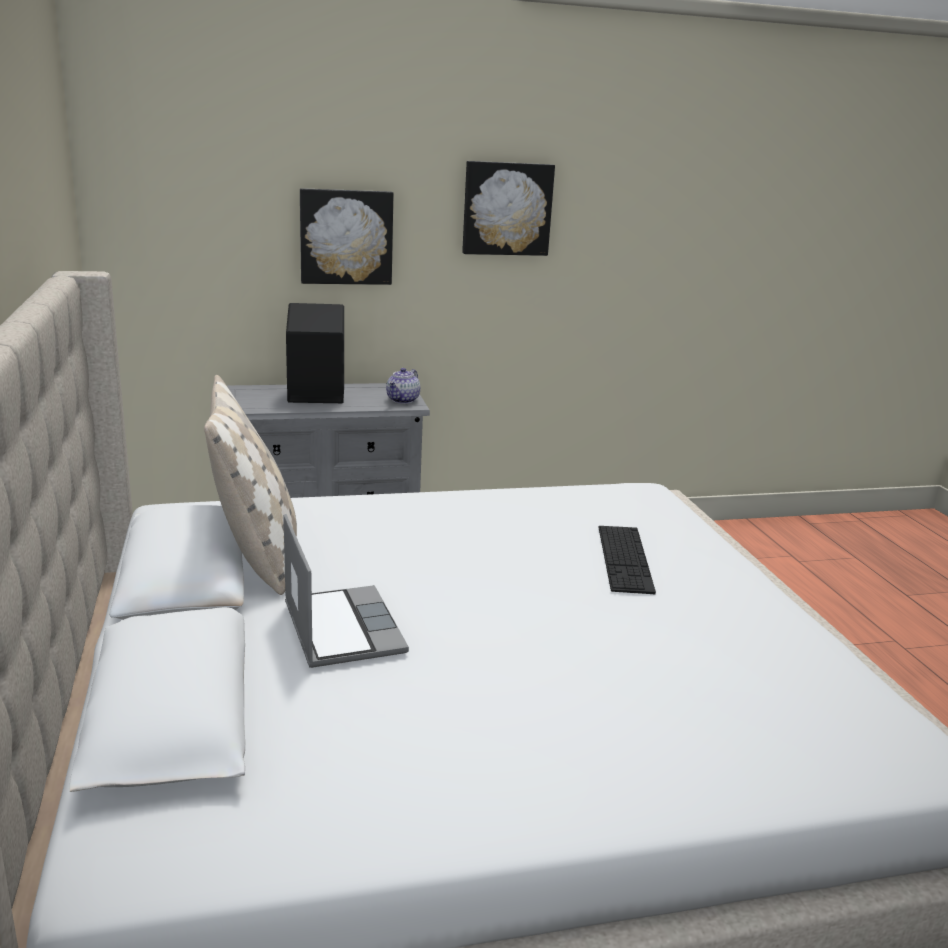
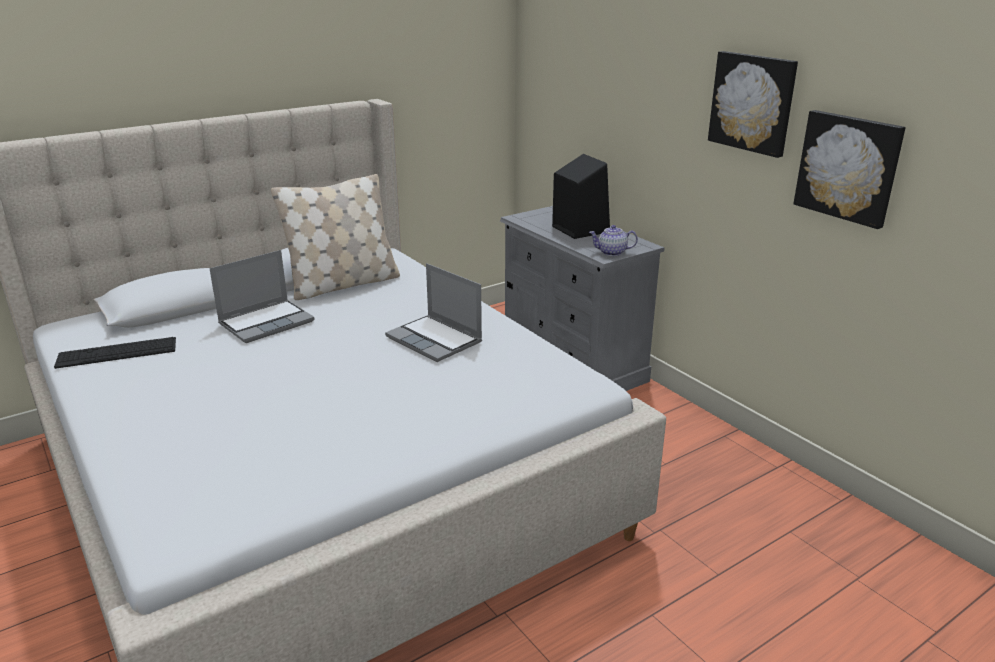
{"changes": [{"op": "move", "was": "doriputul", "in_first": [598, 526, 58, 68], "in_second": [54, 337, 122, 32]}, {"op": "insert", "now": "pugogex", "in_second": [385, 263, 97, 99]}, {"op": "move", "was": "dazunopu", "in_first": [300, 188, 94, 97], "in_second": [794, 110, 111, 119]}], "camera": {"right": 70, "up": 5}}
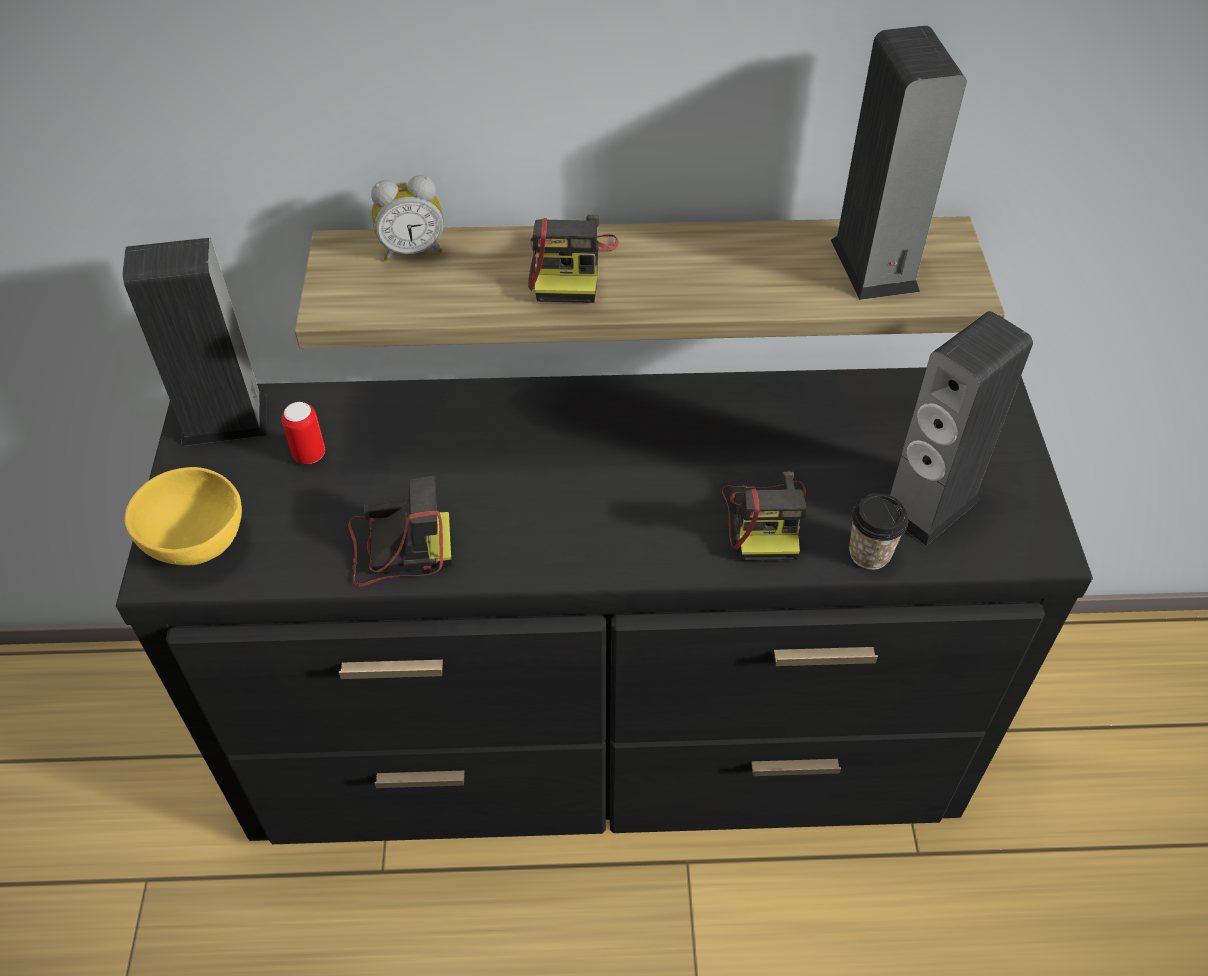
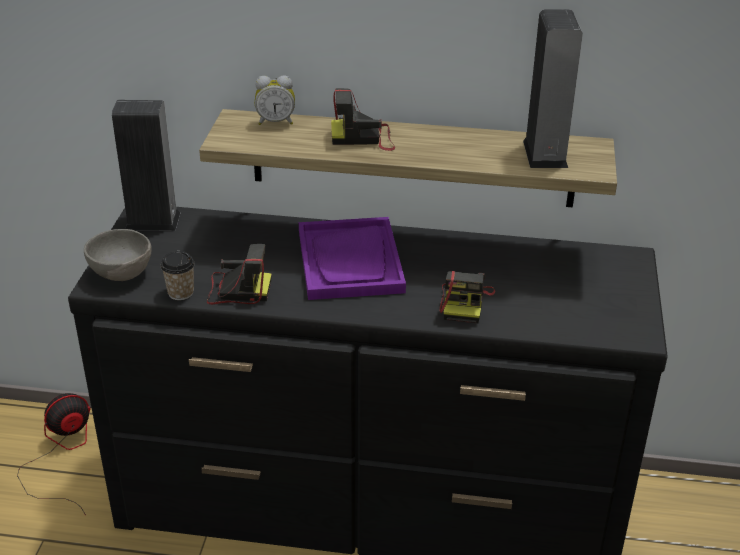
{"changes": [{"op": "insert", "now": "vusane", "in_second": [17, 393, 74, 122]}, {"op": "recolor", "was": "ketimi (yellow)", "now": "ketimi (grey)", "in_first": [125, 467, 117, 98], "in_second": [84, 229, 67, 52]}, {"op": "move", "was": "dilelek", "in_first": [849, 493, 59, 77], "in_second": [161, 251, 34, 49]}, {"op": "insert", "now": "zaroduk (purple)", "in_second": [299, 217, 107, 83]}, {"op": "rotate", "was": "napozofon", "in_first": [528, 215, 91, 88], "in_second": [331, 88, 64, 63], "clockwise": 75}, {"op": "delete", "was": "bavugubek", "in_first": [282, 402, 43, 62]}, {"op": "delete", "was": "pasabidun", "in_first": [890, 311, 143, 235]}], "camera": {"right": 10, "up": -15}}
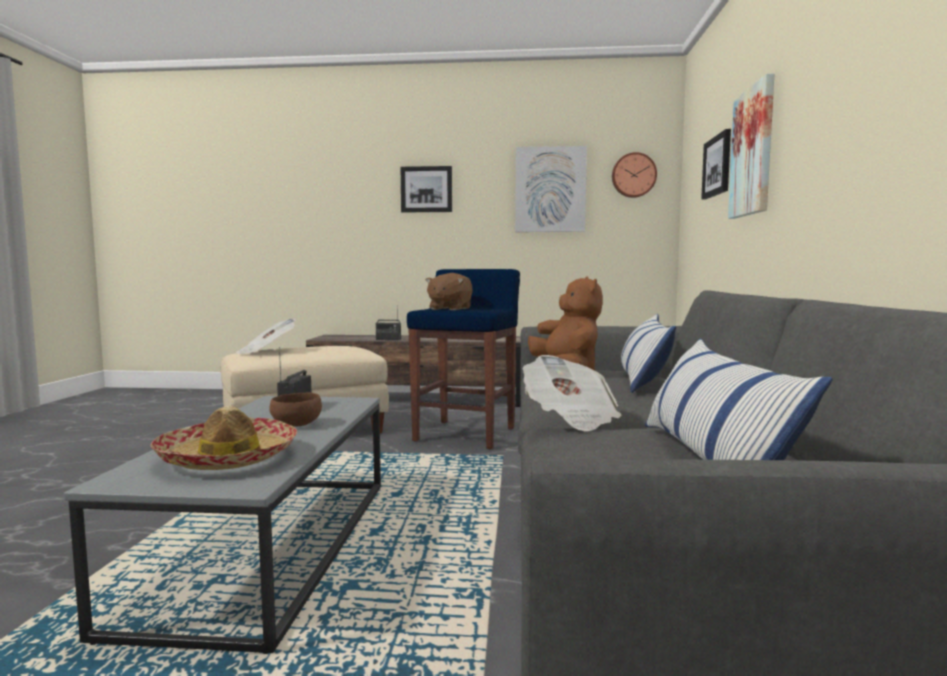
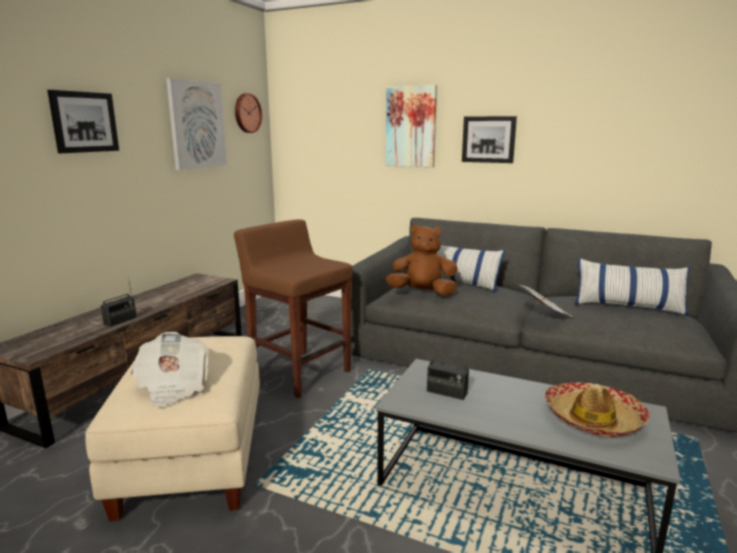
{"changes": [{"op": "recolor", "was": "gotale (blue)", "now": "gotale (brown)", "in_first": [407, 269, 113, 180], "in_second": [234, 219, 119, 179]}, {"op": "move", "was": "dazunopu", "in_first": [701, 129, 30, 71], "in_second": [462, 116, 55, 47]}, {"op": "delete", "was": "ketimi (brown)", "in_first": [269, 393, 53, 33]}, {"op": "delete", "was": "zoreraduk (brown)", "in_first": [425, 273, 48, 37]}], "camera": {"right": -70, "up": 10}}
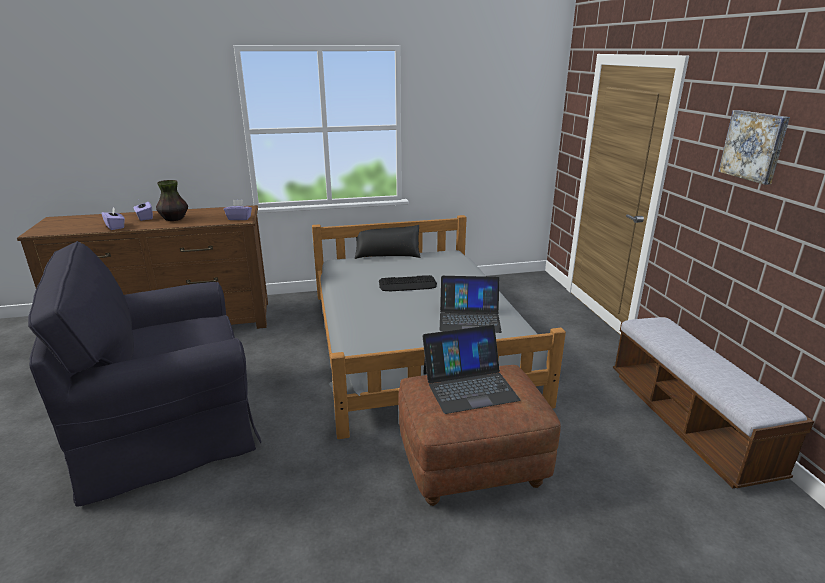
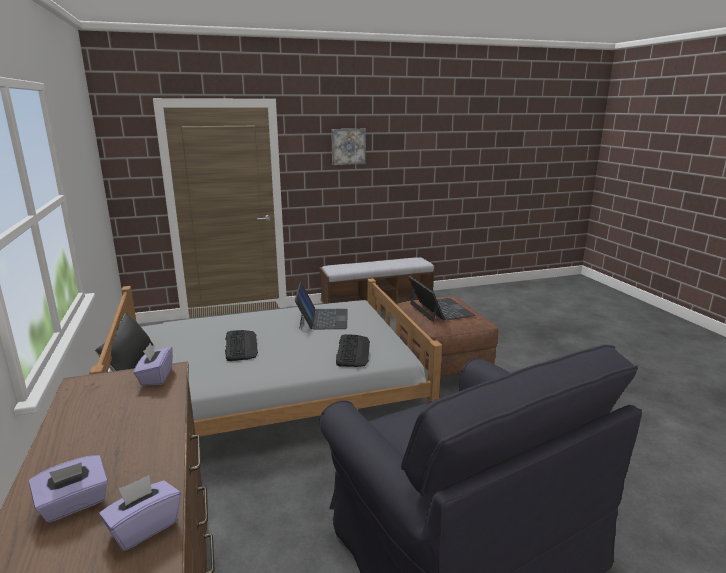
{"changes": [{"op": "insert", "now": "doriputul", "in_second": [336, 334, 34, 33]}, {"op": "delete", "was": "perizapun", "in_first": [156, 180, 32, 41]}], "camera": {"right": -95, "up": -5}}
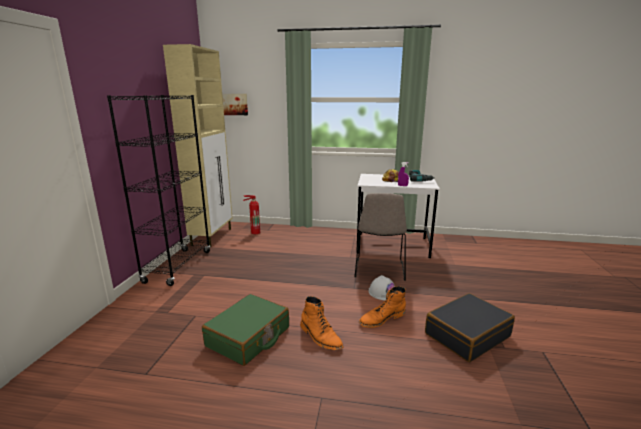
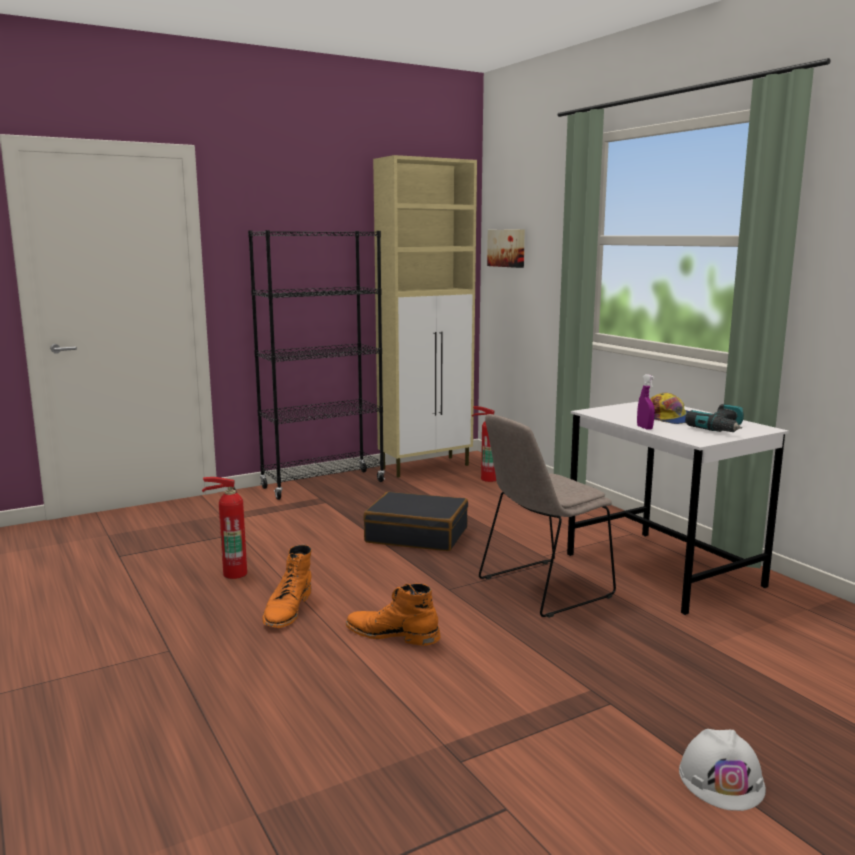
{"changes": [{"op": "replace", "was": "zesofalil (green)", "now": "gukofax", "in_first": [202, 294, 87, 72], "in_second": [202, 477, 45, 102]}, {"op": "move", "was": "zesofalil (black)", "in_first": [425, 293, 90, 69], "in_second": [363, 492, 105, 59]}, {"op": "move", "was": "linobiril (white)", "in_first": [368, 275, 27, 26], "in_second": [679, 729, 87, 82]}], "camera": {"right": 50, "up": -5}}
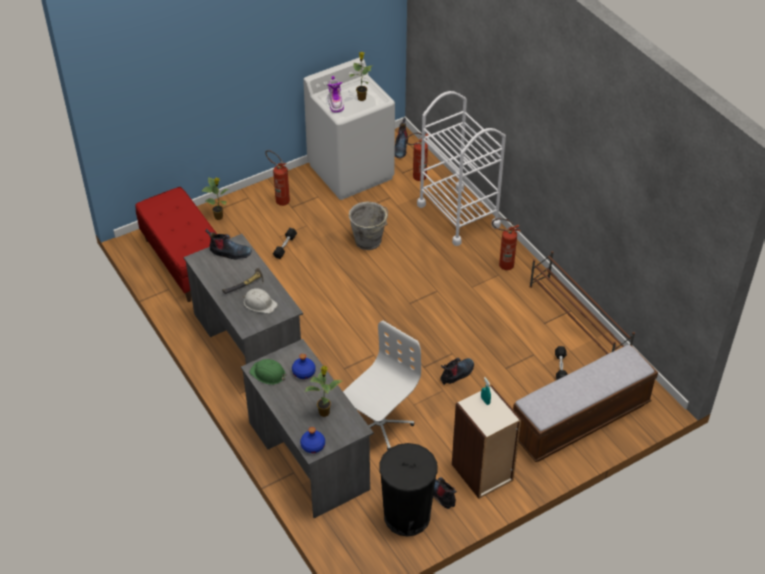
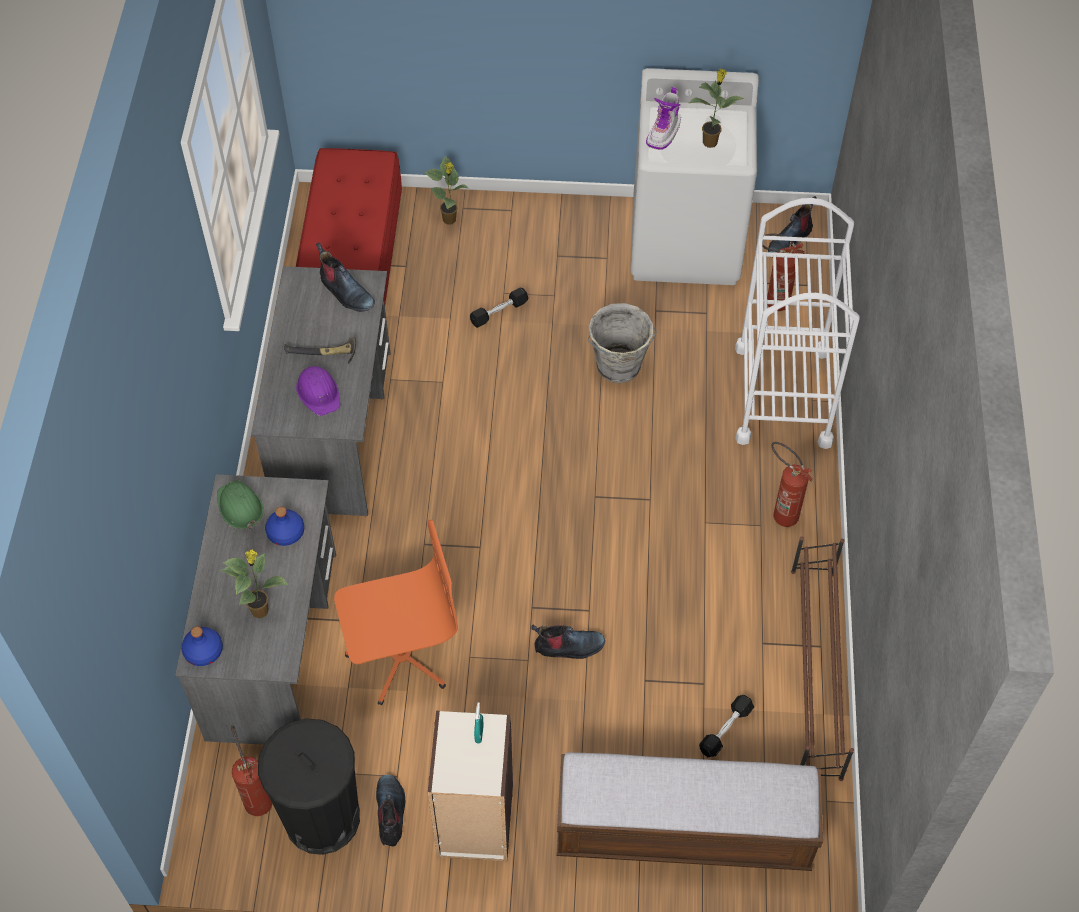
{"changes": [{"op": "move", "was": "gukofax", "in_first": [265, 150, 25, 56], "in_second": [231, 726, 41, 90]}, {"op": "recolor", "was": "linobiril (white)", "now": "linobiril (purple)", "in_first": [242, 288, 36, 25], "in_second": [296, 366, 44, 50]}, {"op": "recolor", "was": "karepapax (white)", "now": "karepapax (orange)", "in_first": [343, 321, 78, 129], "in_second": [334, 520, 124, 185]}], "camera": {"right": 35, "up": 10}}
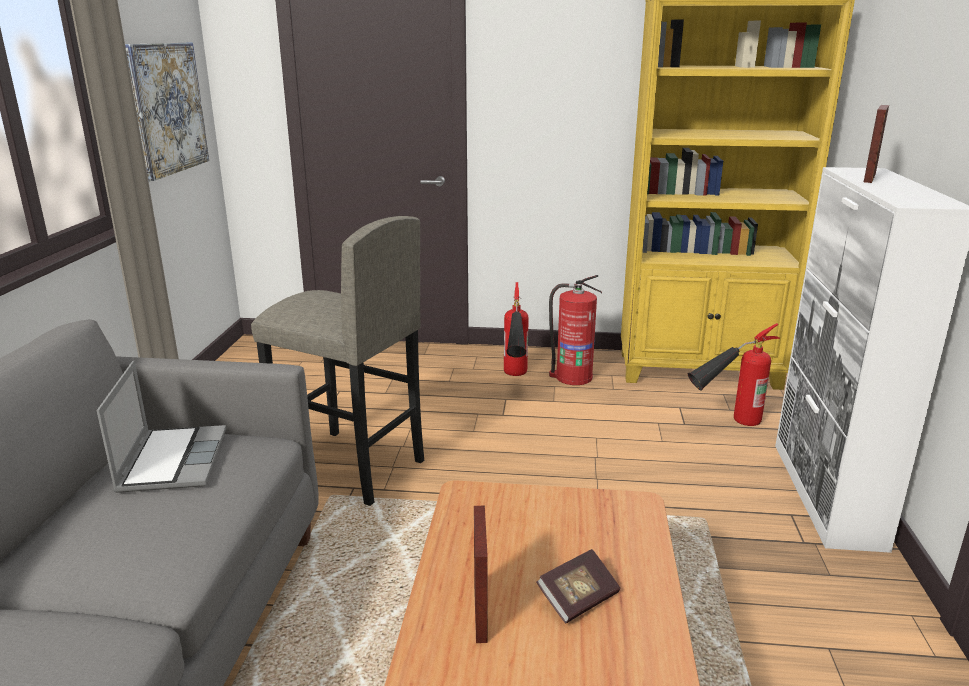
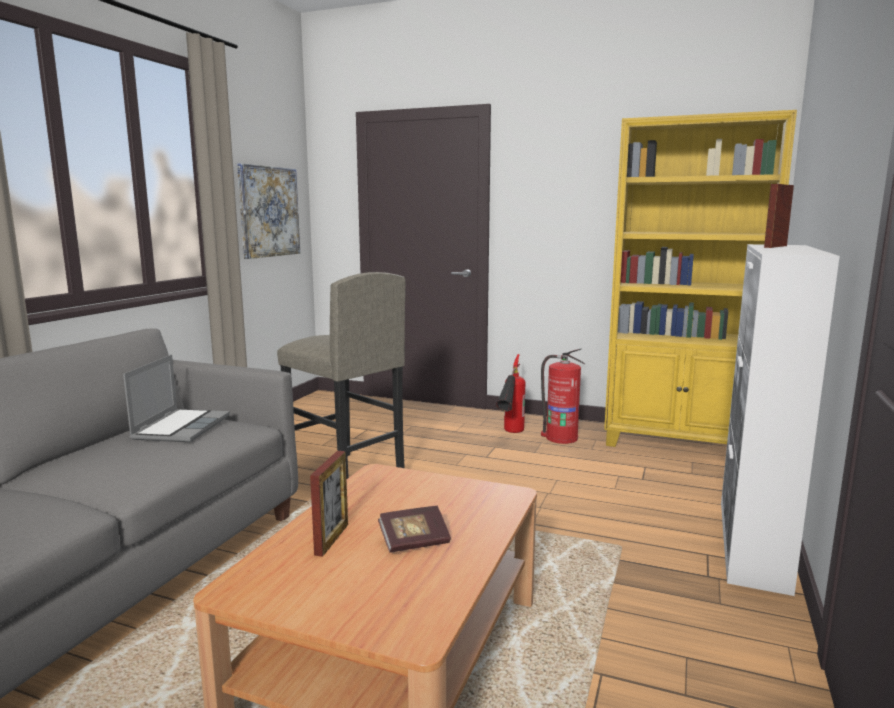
{"changes": [{"op": "delete", "was": "gukofax", "in_first": [688, 323, 92, 103]}], "camera": {"right": 15, "up": -10}}
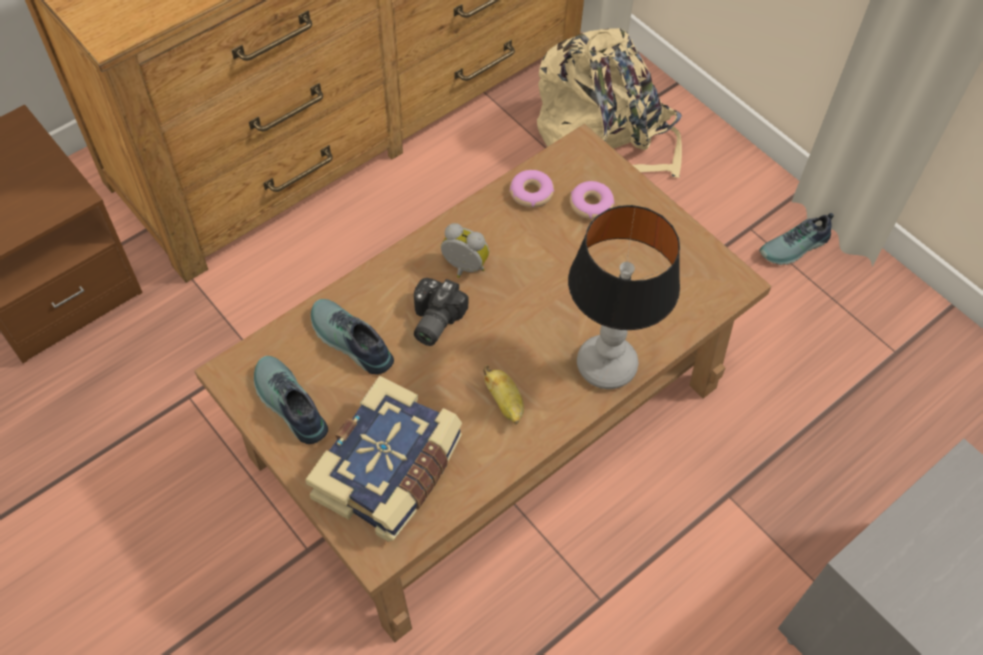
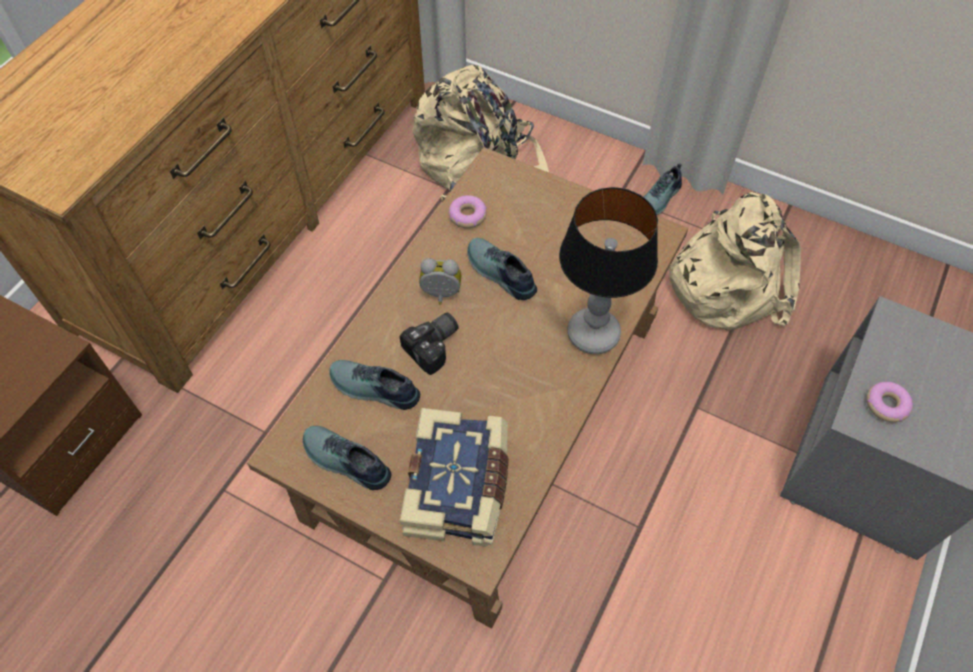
{"changes": [{"op": "rotate", "was": "napozofon", "in_first": [414, 278, 54, 68], "in_second": [400, 312, 59, 63], "clockwise": -135}, {"op": "insert", "now": "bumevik", "in_second": [467, 238, 70, 62]}, {"op": "insert", "now": "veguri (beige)", "in_second": [669, 192, 132, 139]}, {"op": "move", "was": "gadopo", "in_first": [570, 181, 45, 38], "in_second": [866, 382, 47, 40]}, {"op": "delete", "was": "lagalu", "in_first": [483, 365, 41, 59]}], "camera": {"right": -20, "up": 0}}
